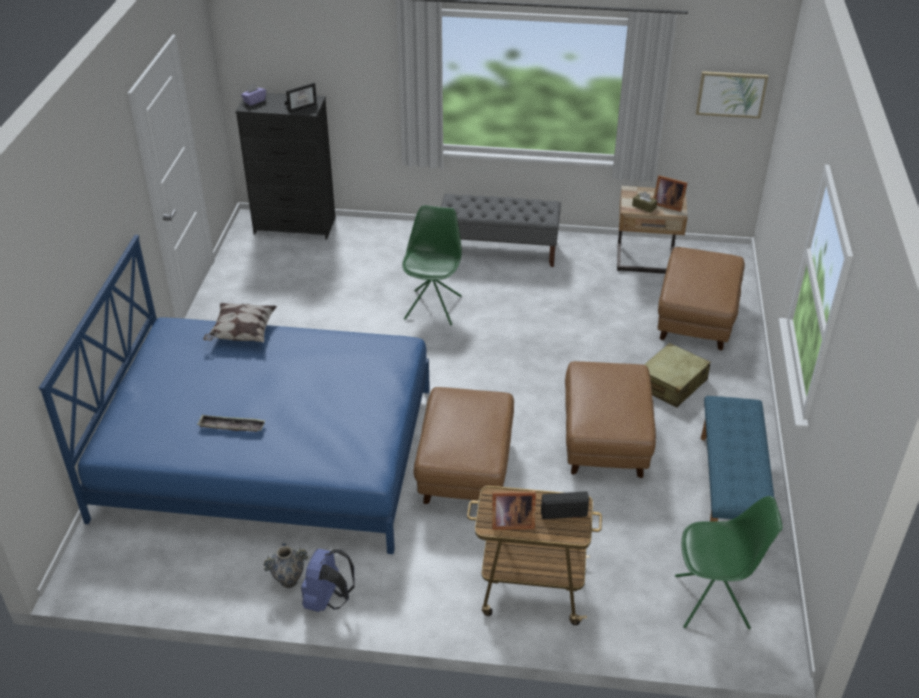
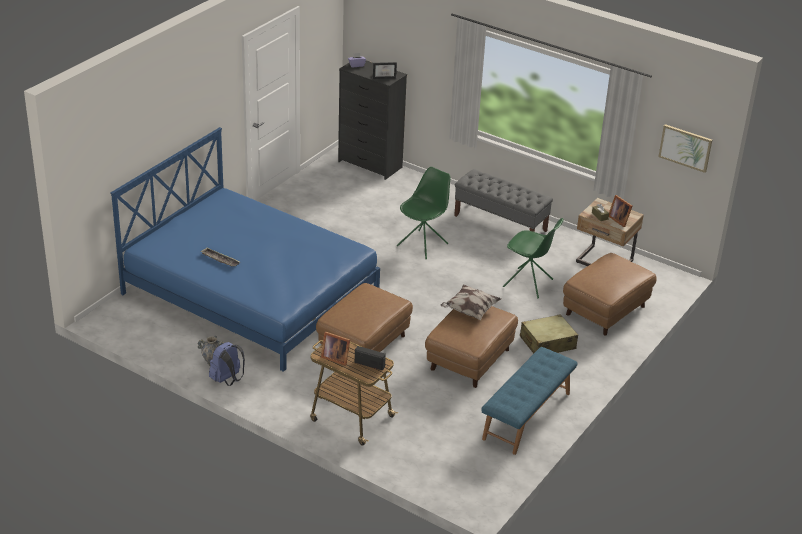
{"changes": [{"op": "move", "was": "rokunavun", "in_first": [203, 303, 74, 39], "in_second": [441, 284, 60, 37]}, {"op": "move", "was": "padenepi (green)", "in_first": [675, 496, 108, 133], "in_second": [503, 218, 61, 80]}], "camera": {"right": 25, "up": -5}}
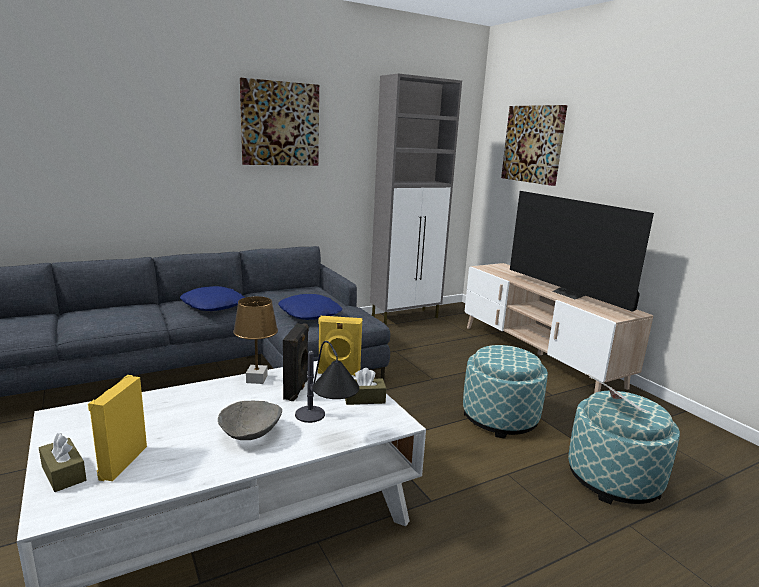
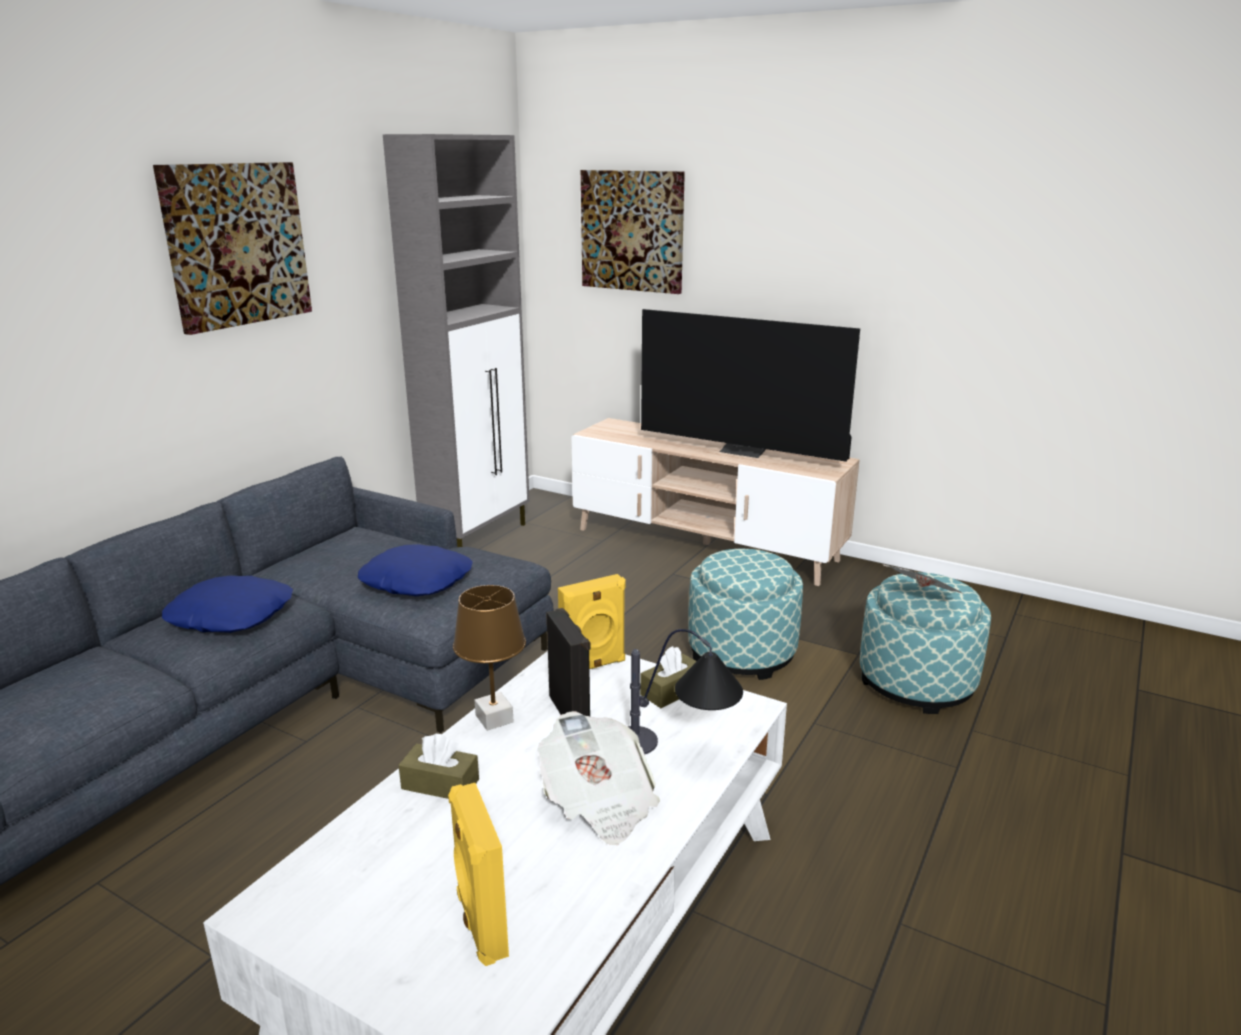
{"changes": [{"op": "move", "was": "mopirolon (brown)", "in_first": [39, 433, 48, 59], "in_second": [399, 734, 80, 65]}, {"op": "replace", "was": "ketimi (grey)", "now": "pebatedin", "in_first": [218, 400, 64, 40], "in_second": [537, 711, 123, 134]}], "camera": {"right": -30, "up": 5}}
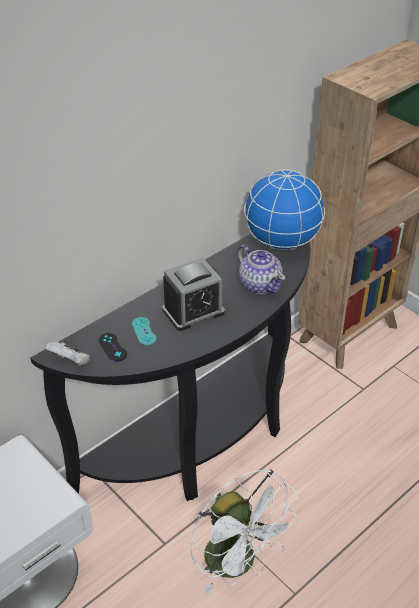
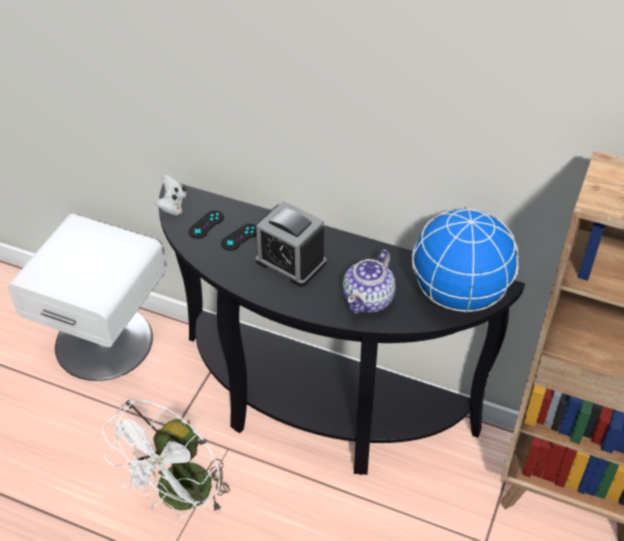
{"changes": [{"op": "recolor", "was": "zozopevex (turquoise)", "now": "zozopevex (black)", "in_first": [132, 317, 24, 29], "in_second": [221, 224, 36, 27]}], "camera": {"right": 65, "up": 5}}
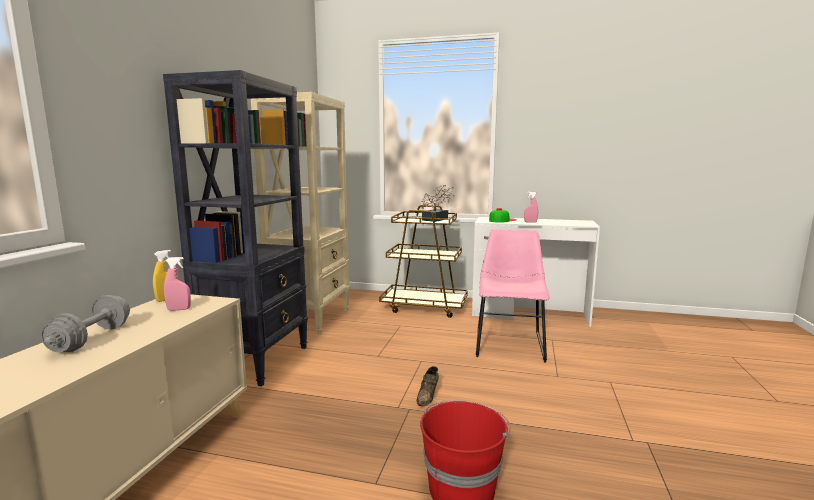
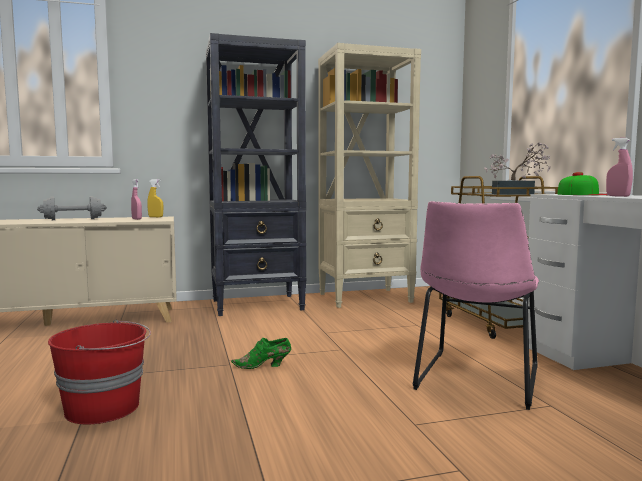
{"changes": [{"op": "recolor", "was": "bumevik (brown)", "now": "bumevik (green)", "in_first": [416, 366, 23, 40], "in_second": [231, 338, 60, 31]}, {"op": "rotate", "was": "padenepi (pink)", "in_first": [476, 229, 74, 133], "in_second": [413, 201, 126, 209], "clockwise": 135}], "camera": {"right": 60, "up": -5}}
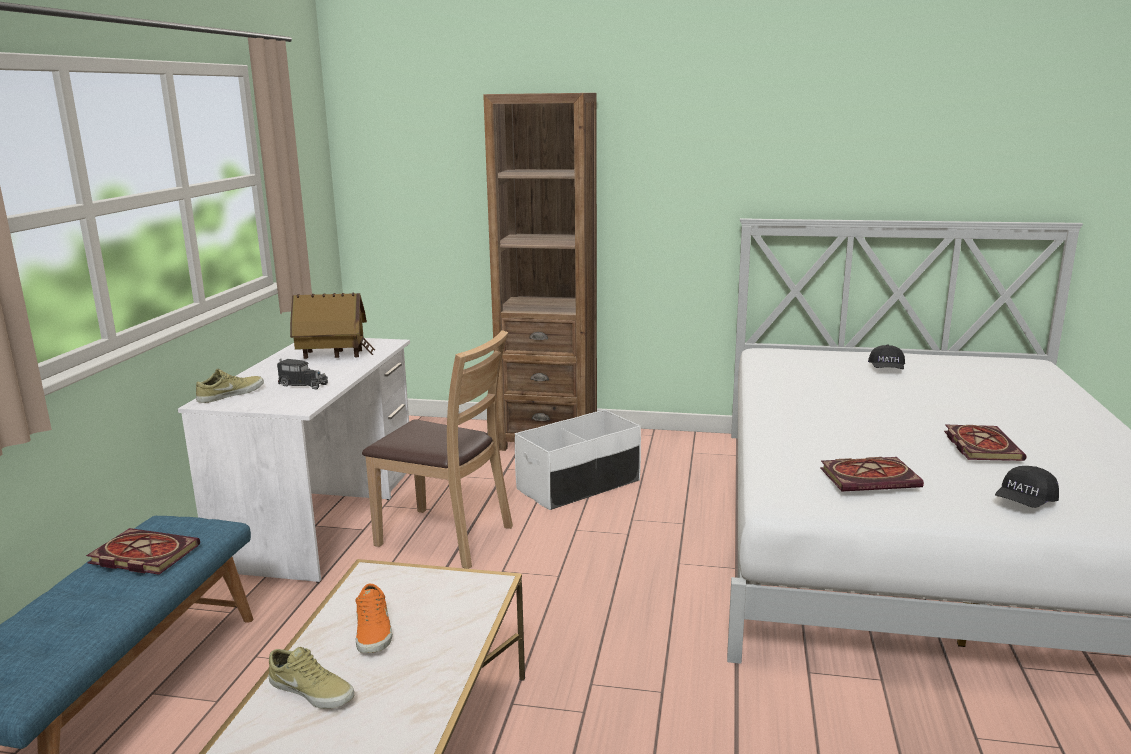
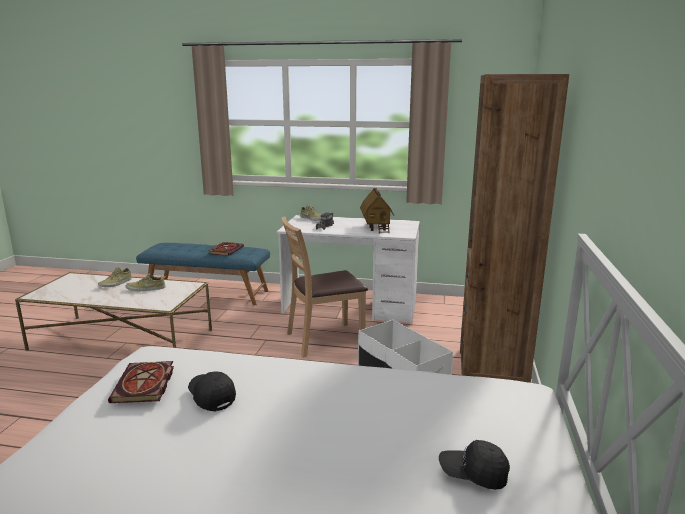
{"changes": [{"op": "recolor", "was": "bumevik (orange)", "now": "bumevik (beige)", "in_first": [355, 584, 37, 69], "in_second": [126, 273, 40, 19]}, {"op": "move", "was": "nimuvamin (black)", "in_first": [995, 466, 64, 42], "in_second": [188, 371, 48, 41]}, {"op": "rotate", "was": "padenepi (brown)", "in_first": [362, 330, 151, 239], "in_second": [281, 216, 87, 142], "clockwise": 45}, {"op": "delete", "was": "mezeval", "in_first": [944, 425, 83, 36]}], "camera": {"right": 90, "up": 0}}
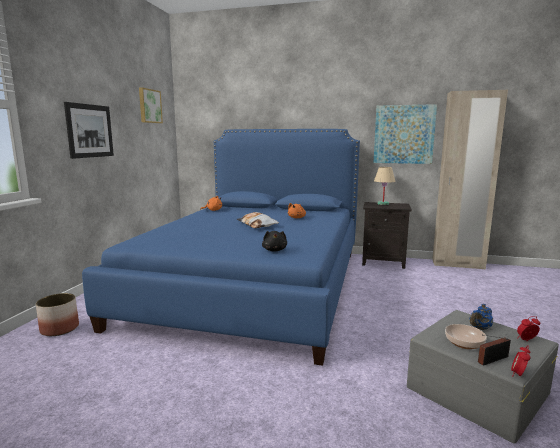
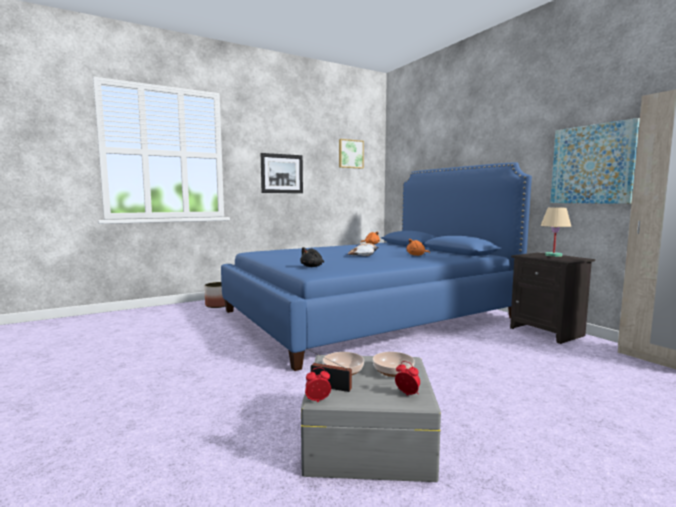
{"changes": [{"op": "replace", "was": "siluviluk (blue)", "now": "ketimi", "in_first": [470, 304, 23, 26], "in_second": [373, 352, 42, 25]}], "camera": {"right": 45, "up": -5}}
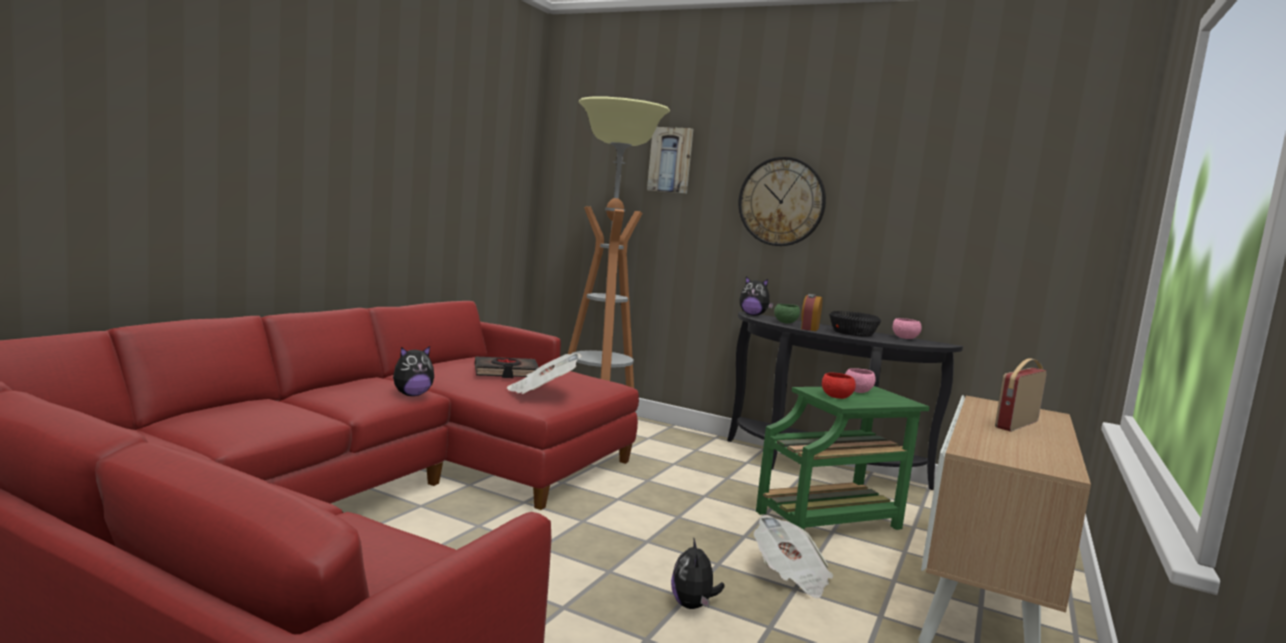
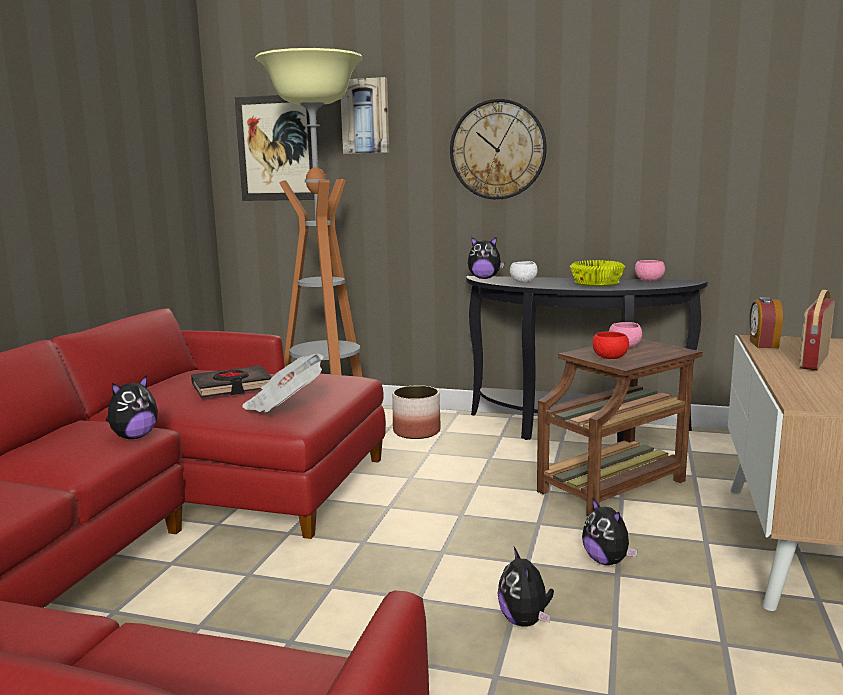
{"changes": [{"op": "insert", "now": "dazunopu", "in_second": [234, 95, 80, 106]}, {"op": "insert", "now": "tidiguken", "in_second": [392, 385, 48, 54]}, {"op": "recolor", "was": "ketimi (green)", "now": "ketimi (white)", "in_first": [774, 304, 26, 20], "in_second": [510, 261, 28, 22]}, {"op": "recolor", "was": "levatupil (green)", "now": "levatupil (brown)", "in_first": [756, 386, 174, 144], "in_second": [537, 339, 165, 177]}, {"op": "recolor", "was": "ketimi (black)", "now": "ketimi (yellow)", "in_first": [829, 311, 53, 26], "in_second": [570, 260, 55, 26]}, {"op": "replace", "was": "pebatedin", "now": "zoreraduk", "in_first": [754, 515, 80, 84], "in_second": [582, 499, 56, 66]}, {"op": "move", "was": "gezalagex", "in_first": [801, 294, 21, 37], "in_second": [749, 297, 34, 51]}], "camera": {"right": -10, "up": 5}}
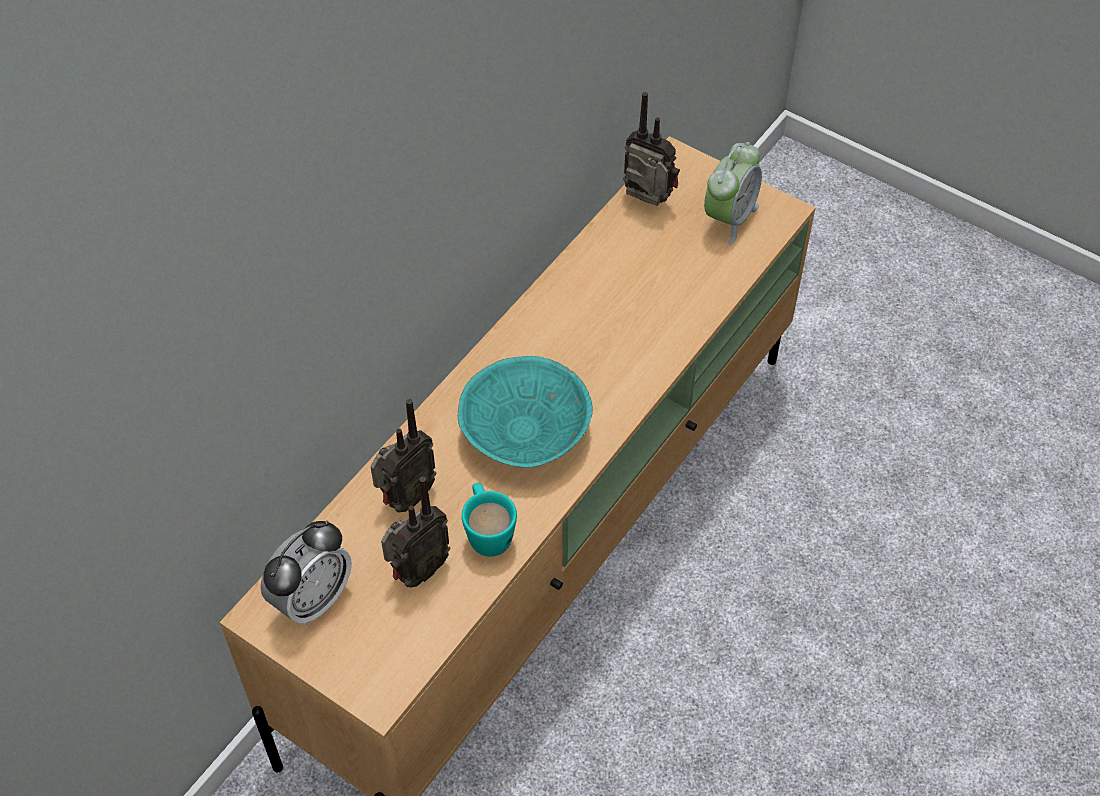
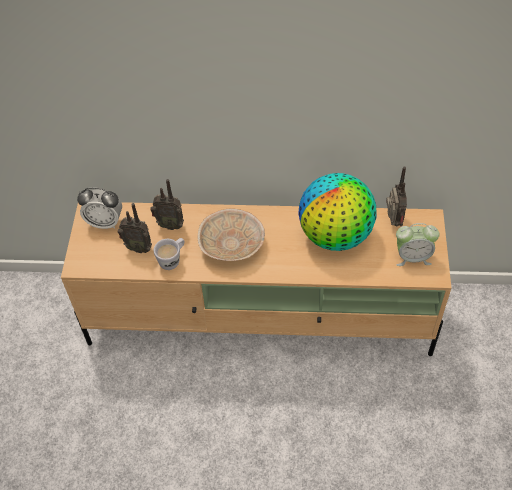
{"changes": [{"op": "recolor", "was": "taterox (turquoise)", "now": "taterox (white)", "in_first": [462, 483, 55, 74], "in_second": [154, 238, 31, 32]}, {"op": "recolor", "was": "ketimi (turquoise)", "now": "ketimi (beige)", "in_first": [458, 356, 135, 112], "in_second": [197, 209, 68, 52]}, {"op": "insert", "now": "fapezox", "in_second": [298, 173, 78, 78]}], "camera": {"right": 60, "up": 0}}
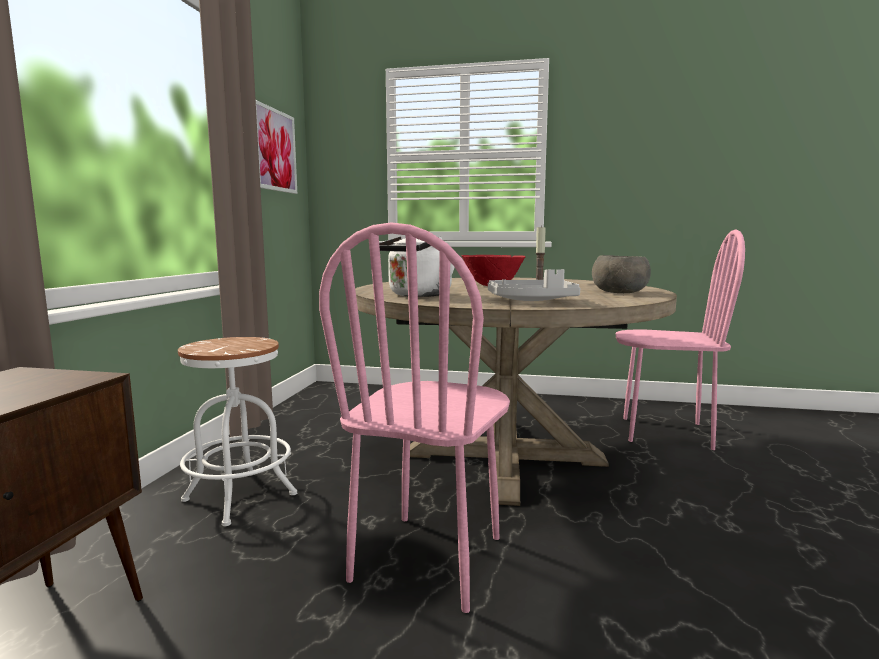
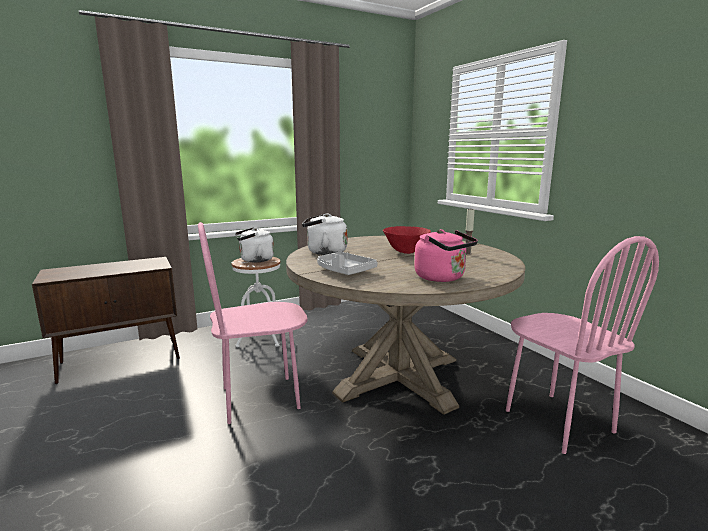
{"changes": [{"op": "insert", "now": "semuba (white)", "in_second": [235, 227, 39, 35]}, {"op": "replace", "was": "ketimi (grey)", "now": "semuba (pink)", "in_first": [592, 255, 59, 38], "in_second": [414, 229, 64, 53]}, {"op": "delete", "was": "dazunopu", "in_first": [256, 100, 41, 94]}], "camera": {"right": 50, "up": 5}}
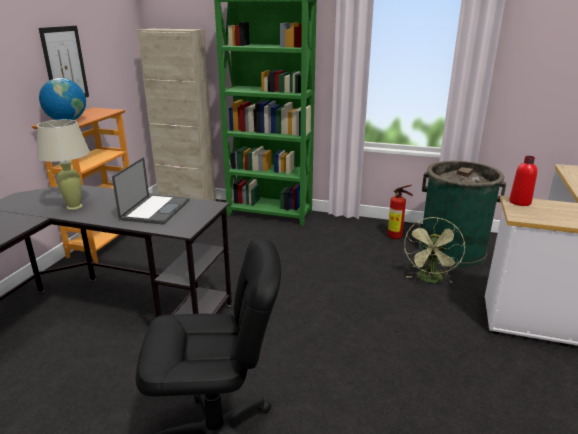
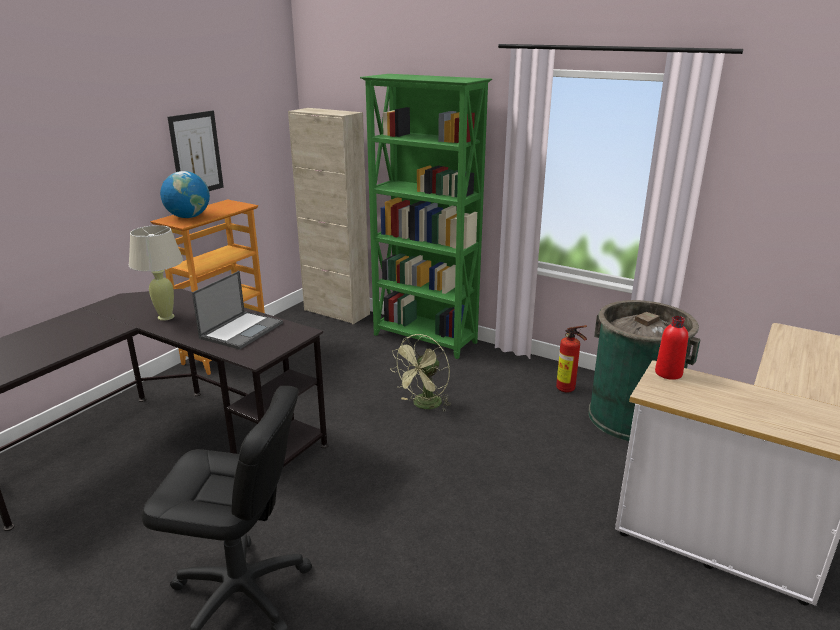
{"changes": [{"op": "move", "was": "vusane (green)", "in_first": [404, 217, 61, 66], "in_second": [391, 334, 60, 77]}], "camera": {"right": 15, "up": 0}}
